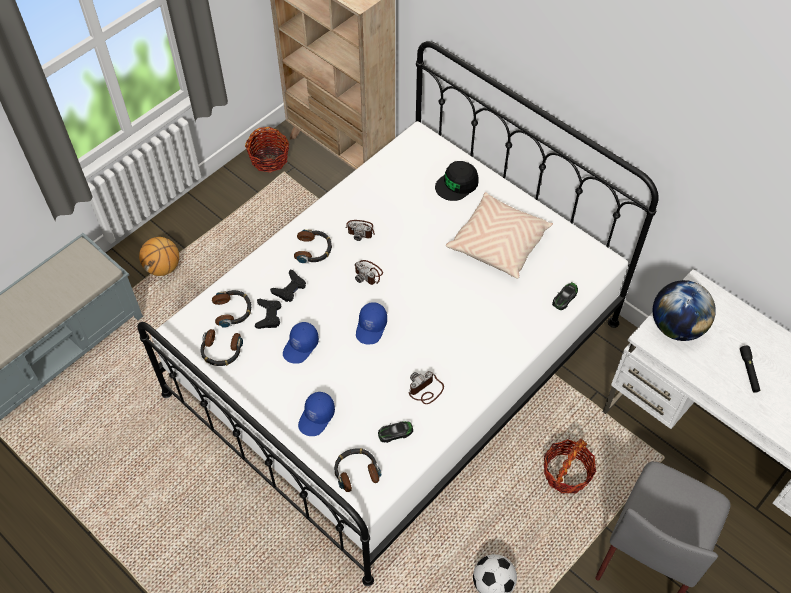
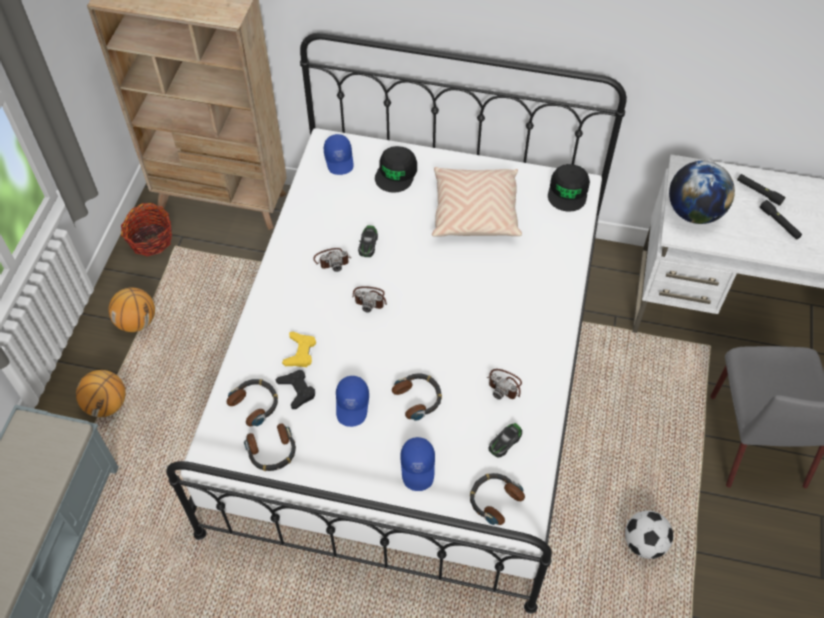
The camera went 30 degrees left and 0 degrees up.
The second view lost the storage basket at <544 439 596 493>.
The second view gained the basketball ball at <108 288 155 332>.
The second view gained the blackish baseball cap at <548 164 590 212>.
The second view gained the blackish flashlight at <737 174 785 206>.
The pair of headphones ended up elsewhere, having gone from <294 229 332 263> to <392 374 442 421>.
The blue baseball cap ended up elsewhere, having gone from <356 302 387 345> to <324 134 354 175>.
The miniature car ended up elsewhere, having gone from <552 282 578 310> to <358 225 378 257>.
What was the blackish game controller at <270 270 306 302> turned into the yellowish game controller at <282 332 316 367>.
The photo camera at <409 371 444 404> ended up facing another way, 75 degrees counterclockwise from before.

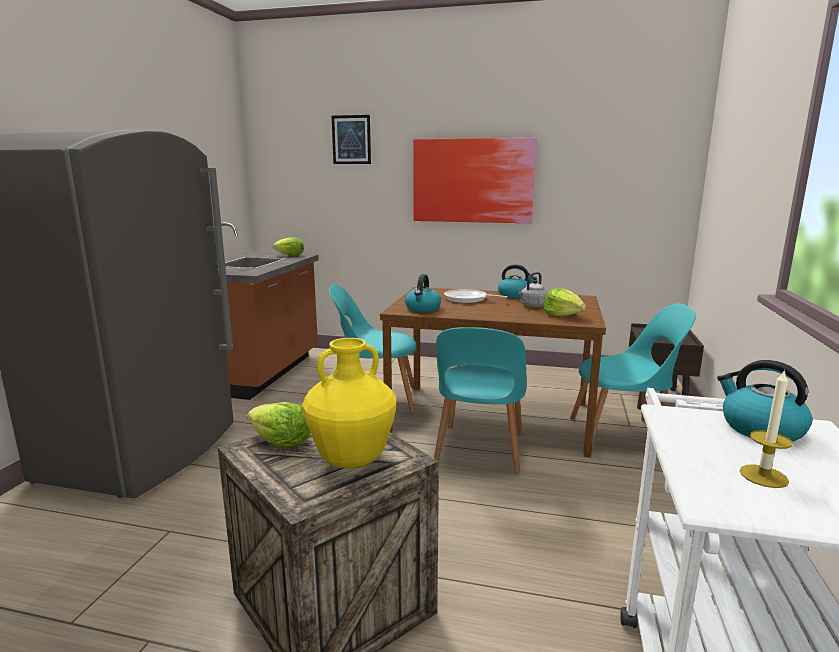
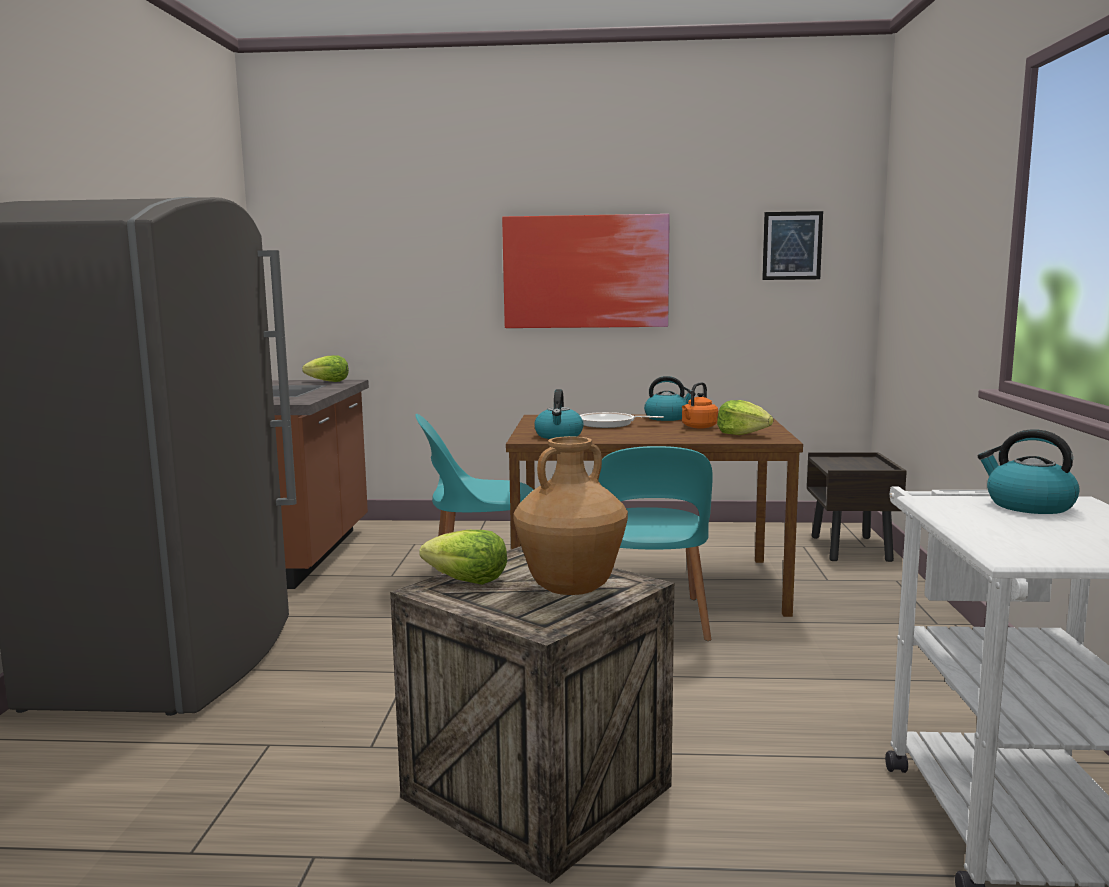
The camera went 10 degrees left and 5 degrees down.
The second view lost the blue-green upright chair at <570 303 696 438>.
The second view lost the wax light at <740 369 793 488>.
The wall picture ended up elsewhere, having gone from <332 115 371 164> to <762 211 823 280>.
What was the yellowish flower vase at <302 338 396 469> turned into the brown-coloured flower vase at <513 436 628 595>.
What was the gray tea kettle at <518 272 548 308> turned into the orange-coloured tea kettle at <682 382 718 429>.

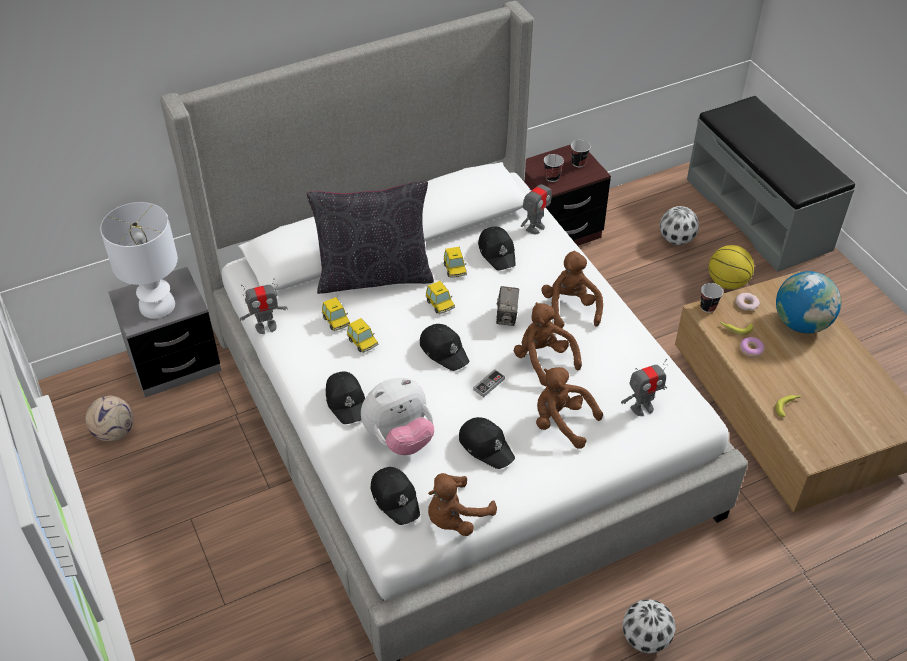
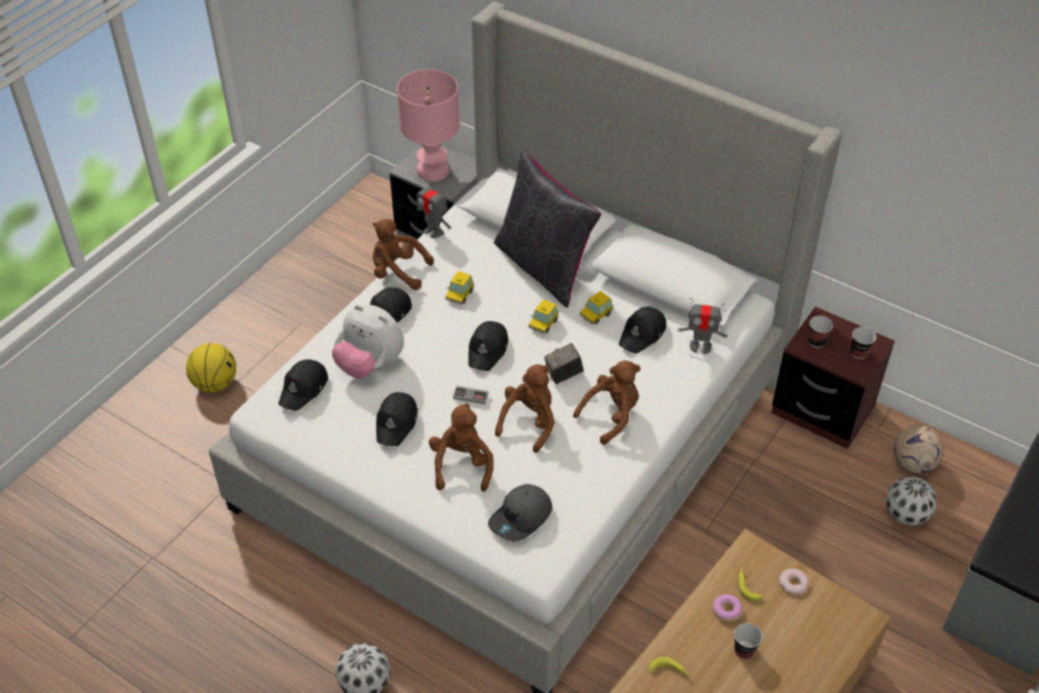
The camera went 60 degrees right and 0 degrees up.
The second view lost the miniature car at <322 297 350 331>.
The second view lost the world globe at <776 271 841 334>.
The football ended up elsewhere, having gone from <85 395 134 442> to <894 425 943 473>.
The brown-coloured soft toy ended up elsewhere, having gone from <428 473 497 536> to <373 219 434 290>.
The drinking cup ended up elsewhere, having gone from <700 283 723 313> to <734 623 763 659>.
The basketball ball ended up elsewhere, having gone from <709 245 754 289> to <186 343 236 392>.
Where the robot figure stood at <621 359 668 416>, the gray baseball cap came to stand at <488 484 553 541>.
What was the whitish lamp for a table at <100 202 178 319> turned into the pink lamp for a table at <397 69 460 182>.

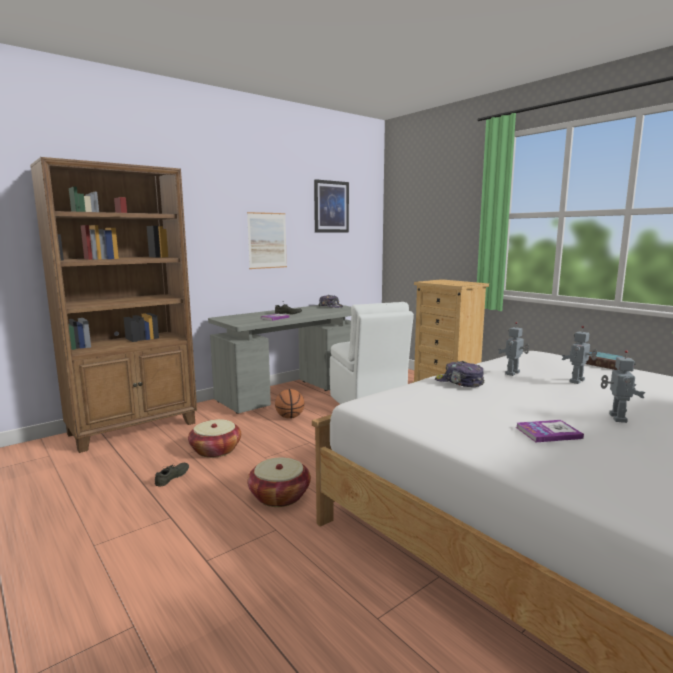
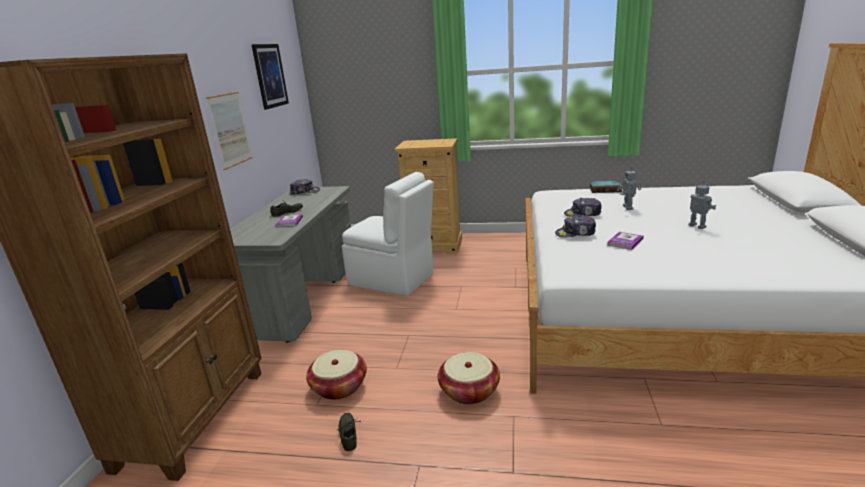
The camera went 40 degrees left and 10 degrees up.
The second view lost the basketball ball at <275 389 304 419>.
The volume ended up elsewhere, having gone from <516 420 584 442> to <608 232 644 250>.
Where the robot figure stood at <498 322 529 376>, the baseball cap came to stand at <564 198 601 217>.

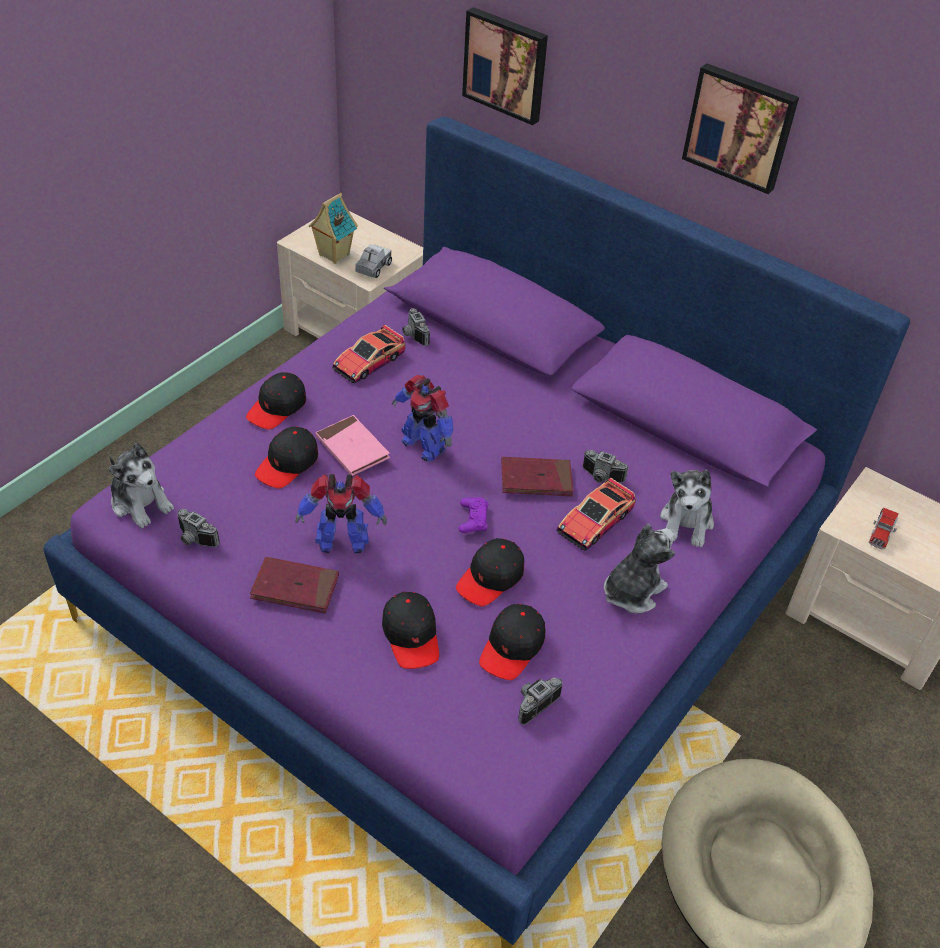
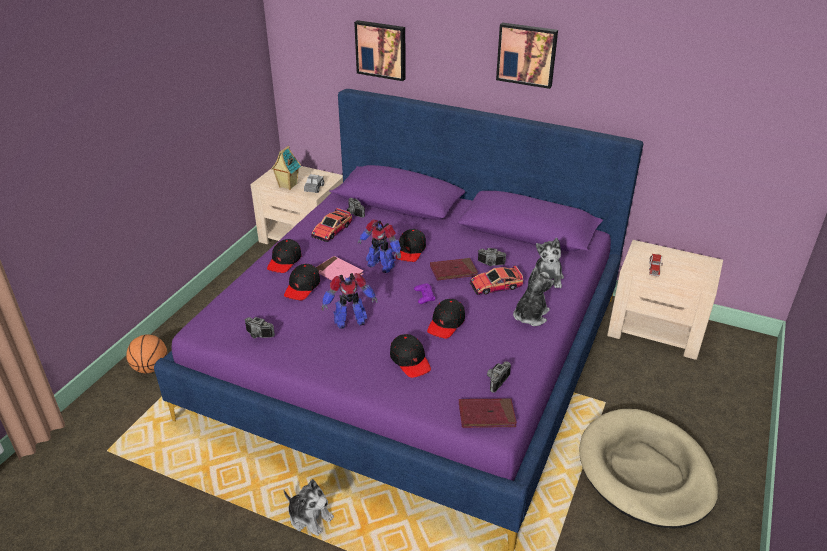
The camera went 10 degrees left and 10 degrees down.
The second view gained the basketball ball at <126 334 167 373>.
The soft toy ended up elsewhere, having gone from <109 443 174 528> to <283 479 334 536>.
The red volume ended up elsewhere, having gone from <250 557 339 613> to <459 398 517 428>.
The blackish baseball cap ended up elsewhere, having gone from <479 604 546 680> to <396 229 426 262>.
The miniature car at <556 477 636 551> ended up facing another way, 45 degrees clockwise from before.

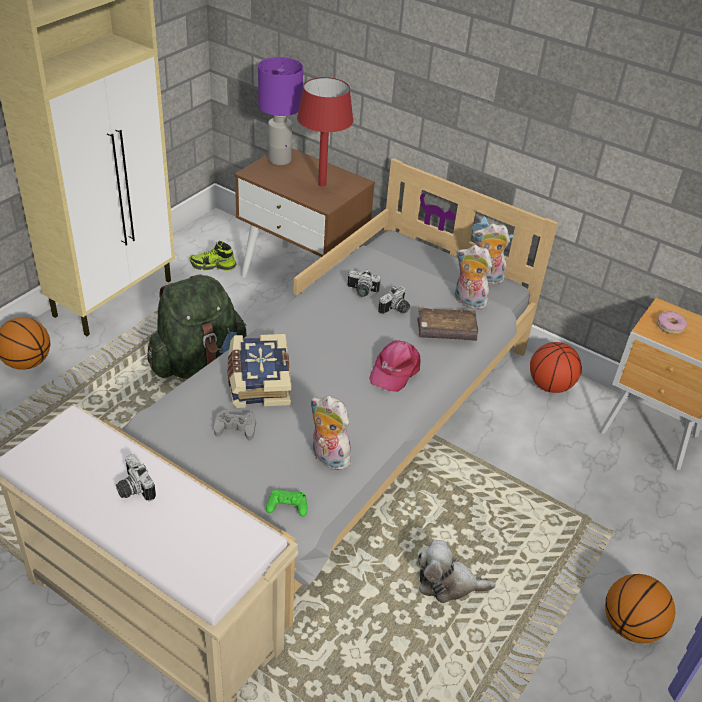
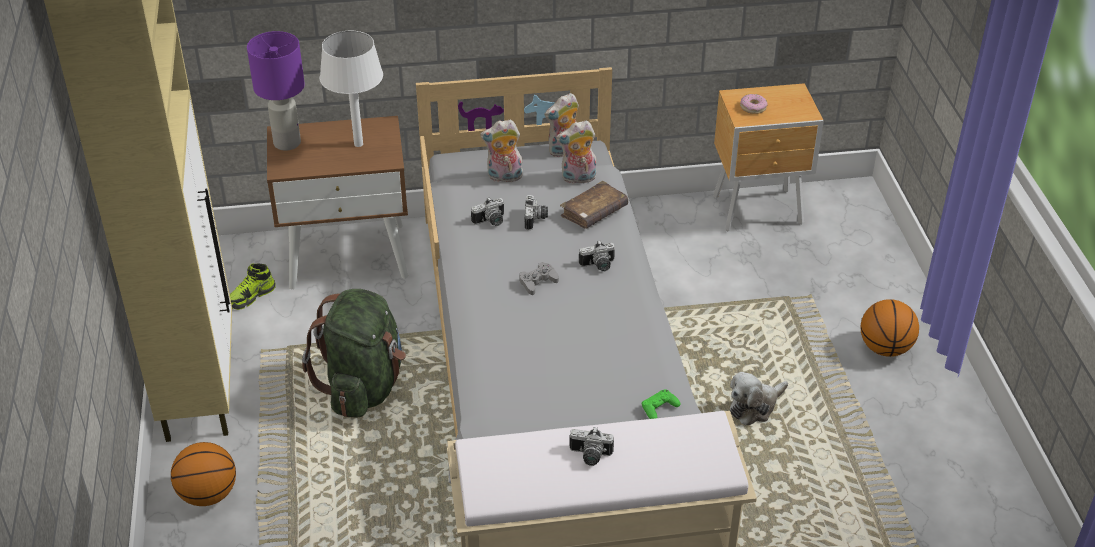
The camera went 40 degrees left and 0 degrees up.
The second view lost the volume at <227 334 291 408>.
The second view lost the basketball ball at <530 342 582 393>.
The gray game controller ended up elsewhere, having gone from <214 409 256 440> to <519 262 559 295>.
The soft toy ended up elsewhere, having gone from <311 396 352 470> to <480 120 523 182>.
Where the pink baseball cap stood at <369 340 421 392>, the photo camera came to stand at <579 241 615 272>.
What was the red lamp for a table at <297 77 354 187> turned into the whitish lamp for a table at <320 31 383 147>.

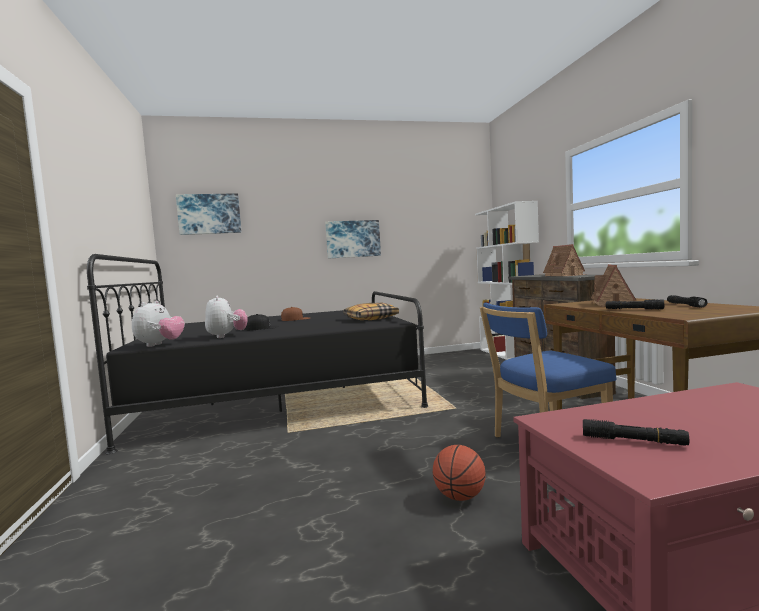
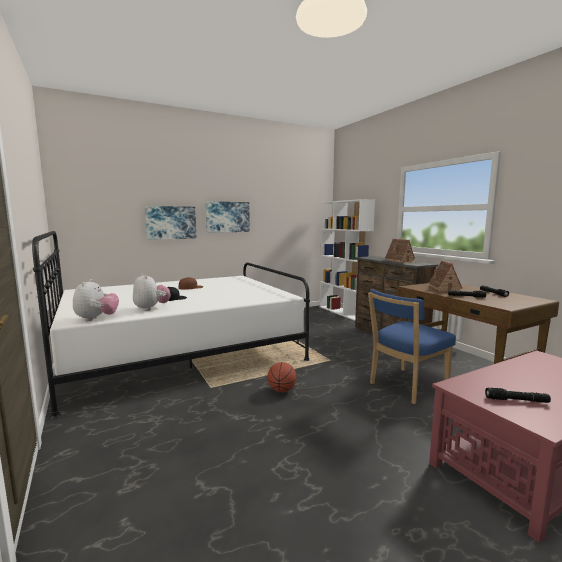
The camera went 15 degrees left and 5 degrees up.
The second view lost the pillow at <344 303 399 320>.
The wall picture ended up elsewhere, having gone from <176 193 242 235> to <145 206 196 240>.
The basketball ball ended up elsewhere, having gone from <433 445 486 501> to <267 362 297 392>.
What was the blackish bedroom bed at <87 254 428 454> turned into the whitish bedroom bed at <32 231 310 419>.

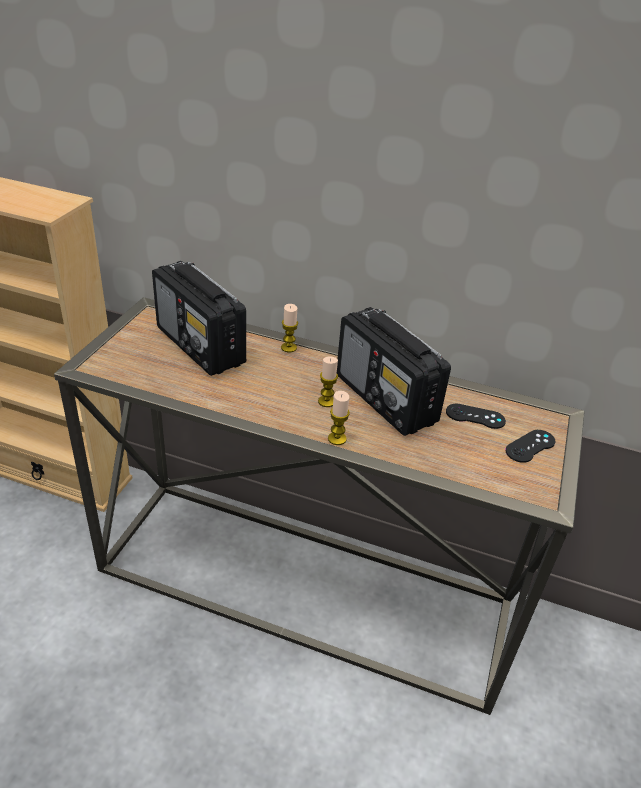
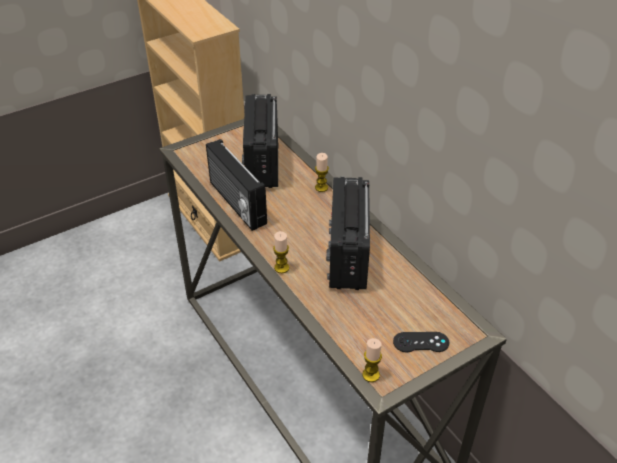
The camera went 40 degrees right and 5 degrees up.
The second view lost the blackish game controller at <446 403 506 429>.
The second view gained the radio at <206 139 267 231>.
The wax light ended up elsewhere, having gone from <318 357 338 407> to <362 338 382 382>.

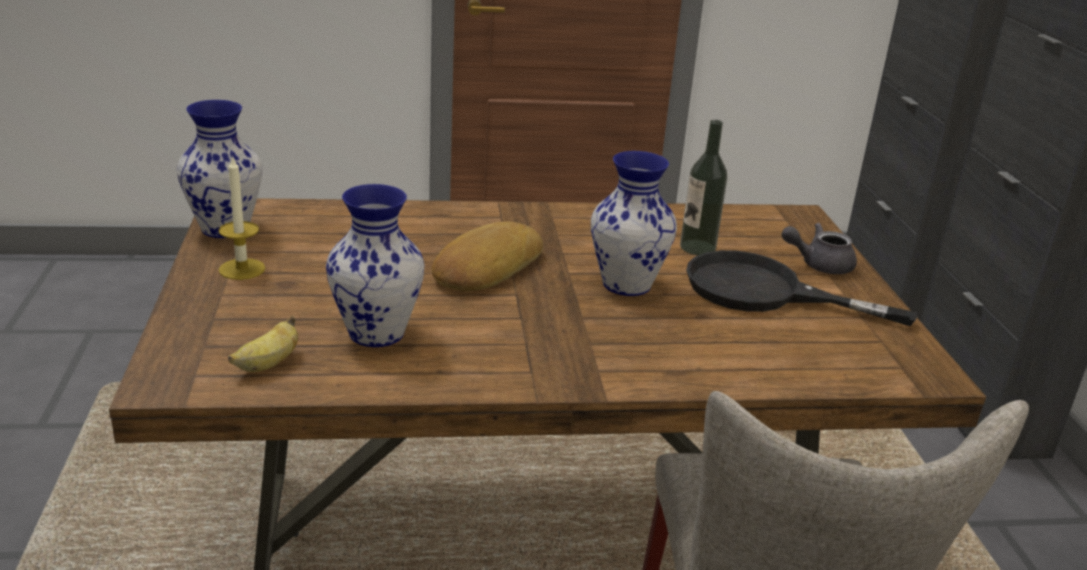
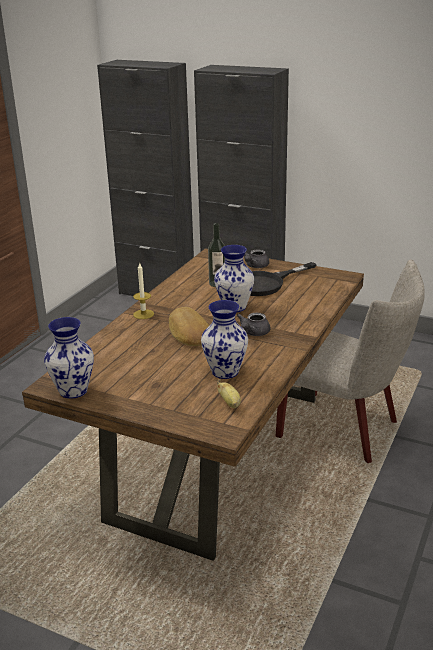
The camera went 55 degrees left and 0 degrees up.
The second view gained the gray teapot at <237 313 270 336>.
The wax light ended up elsewhere, having gone from <218 155 265 280> to <133 263 154 319>.

